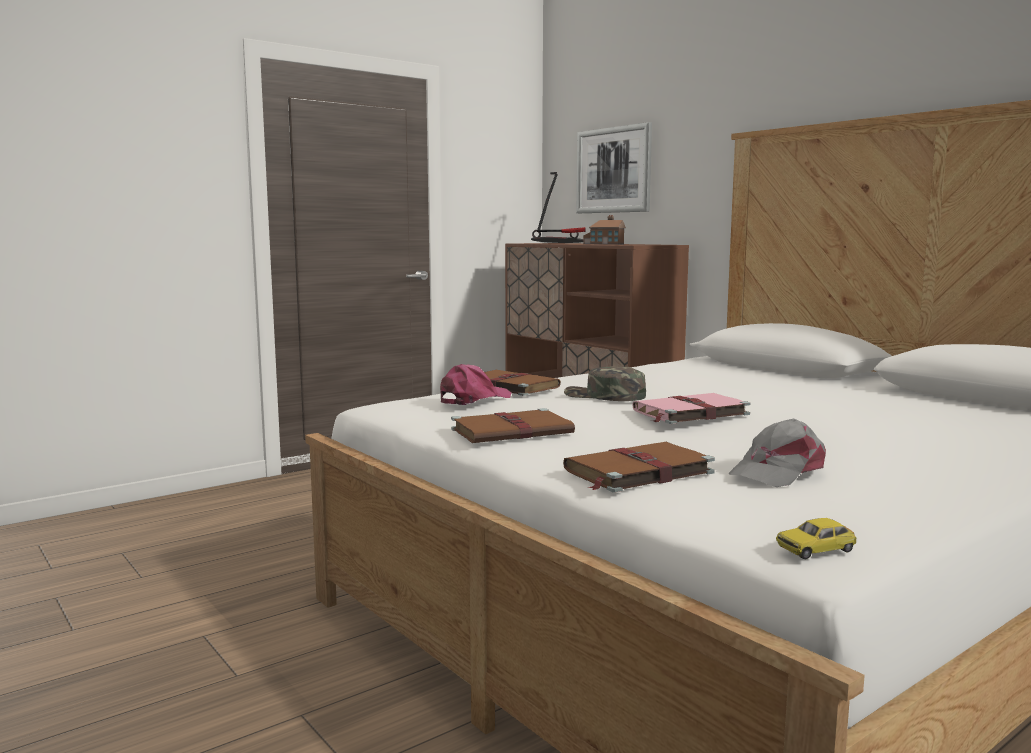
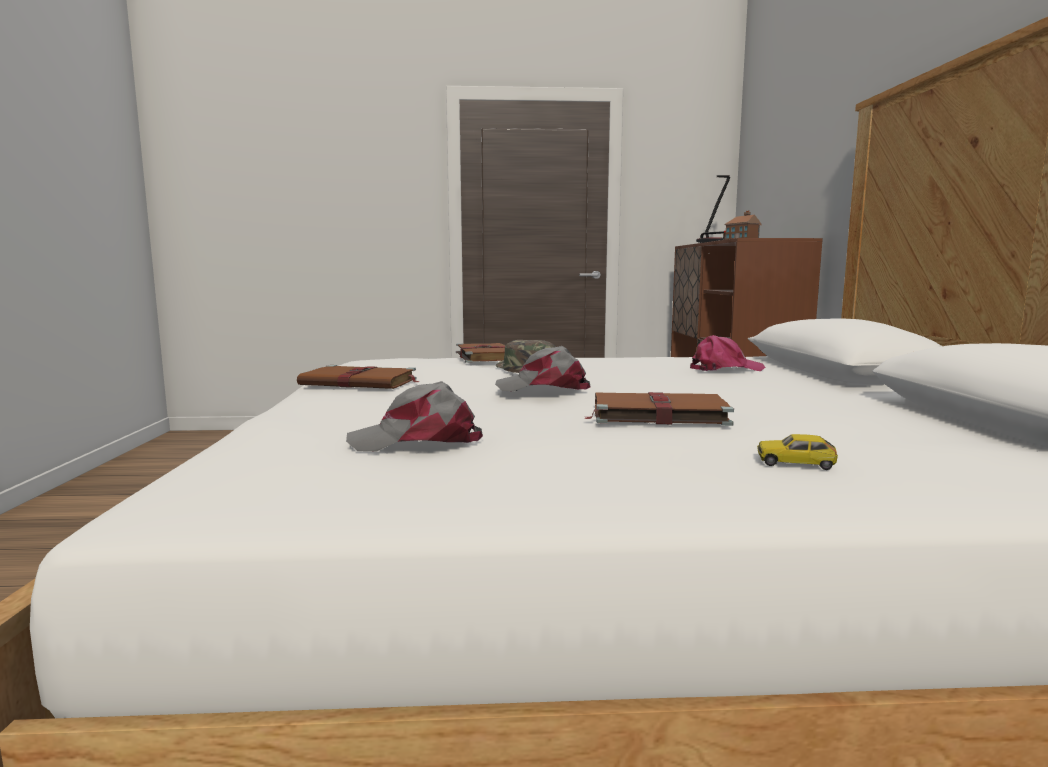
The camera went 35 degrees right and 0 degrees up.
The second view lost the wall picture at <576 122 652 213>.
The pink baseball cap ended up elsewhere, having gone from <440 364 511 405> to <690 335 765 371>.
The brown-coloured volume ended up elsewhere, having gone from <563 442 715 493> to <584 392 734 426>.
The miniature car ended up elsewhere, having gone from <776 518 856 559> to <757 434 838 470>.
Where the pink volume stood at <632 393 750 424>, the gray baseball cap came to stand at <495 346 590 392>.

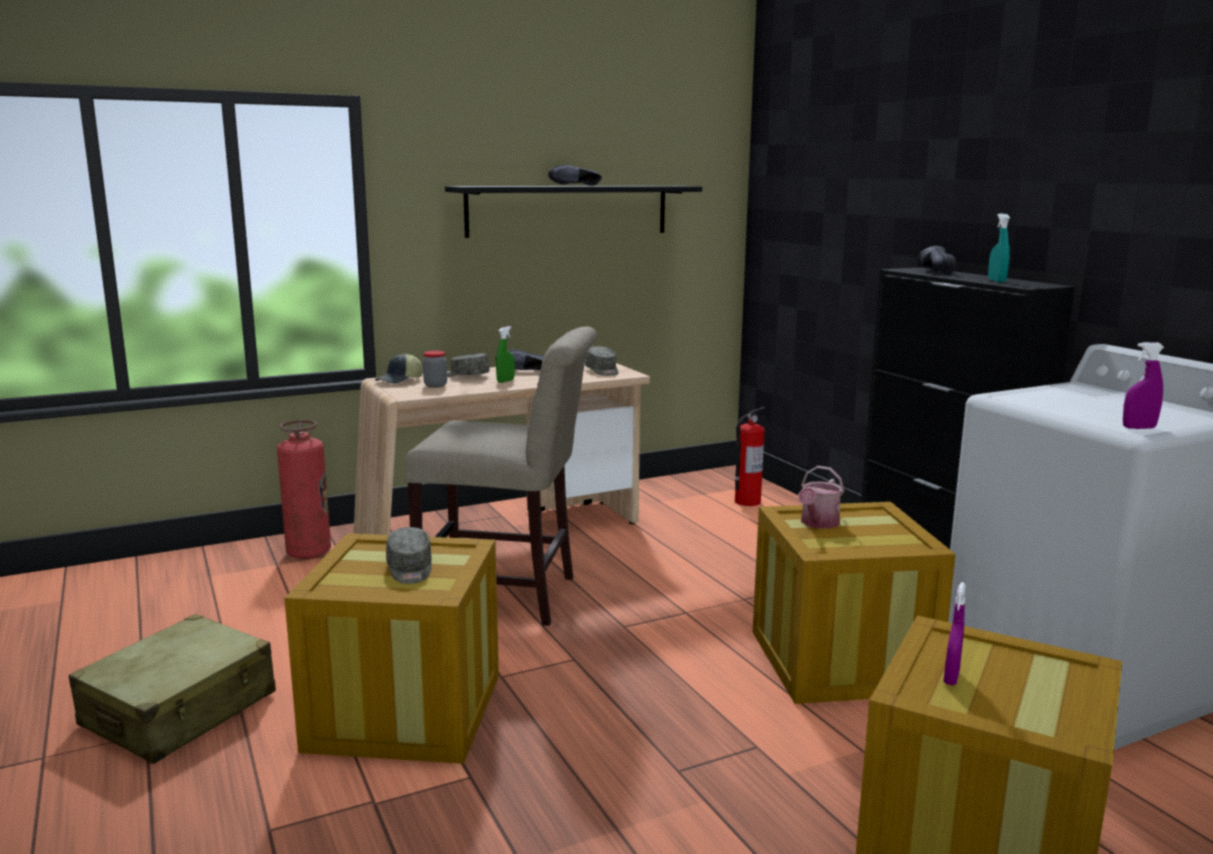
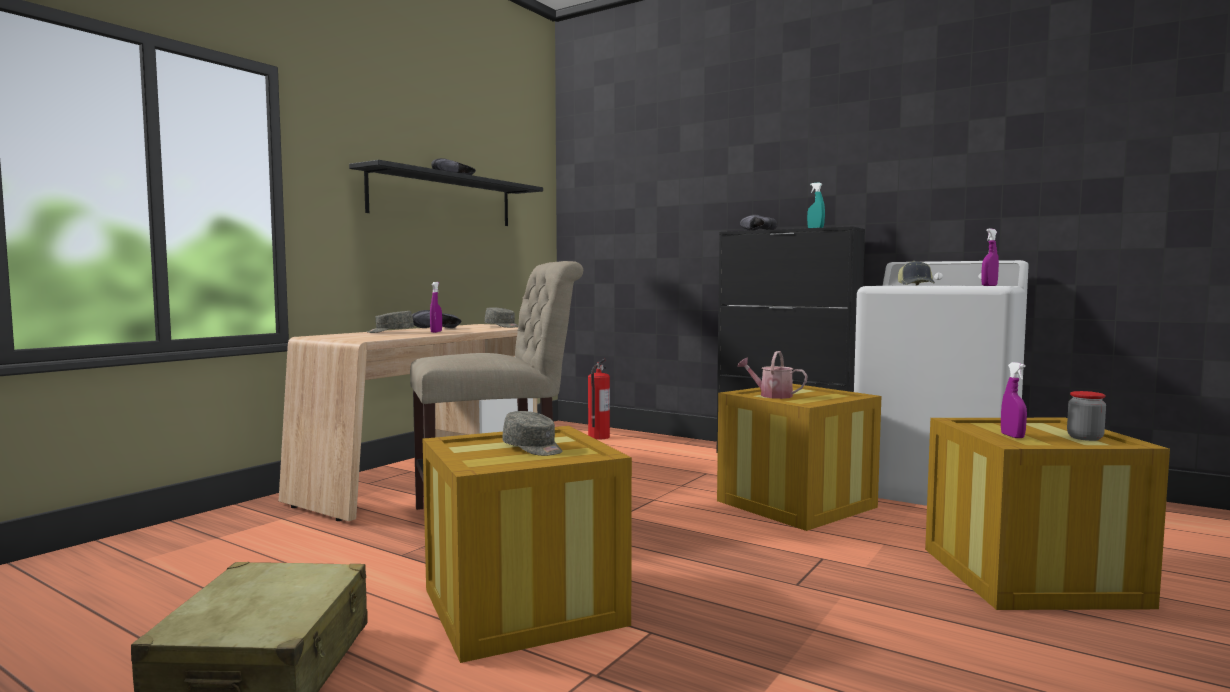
The camera went 30 degrees left and 10 degrees down.
The second view lost the fire-fighting cylinder at <277 420 331 559>.
The baseball cap ended up elsewhere, having gone from <375 353 423 384> to <898 261 935 286>.
The storage jar ended up elsewhere, having gone from <423 351 447 388> to <1067 391 1106 441>.
What was the greenish sprayer at <496 326 515 383> turned into the purple sprayer at <430 282 442 333>.
The watering can at <798 466 845 529> ended up facing another way, 120 degrees clockwise from before.

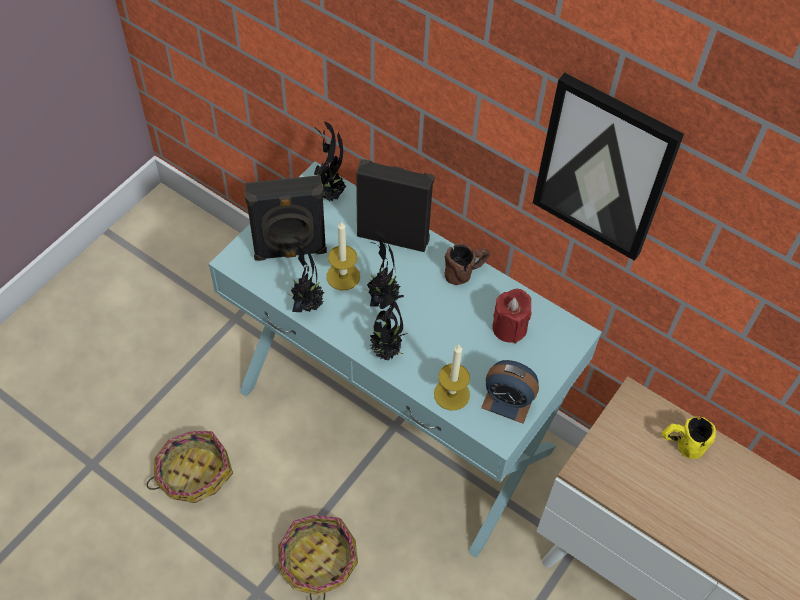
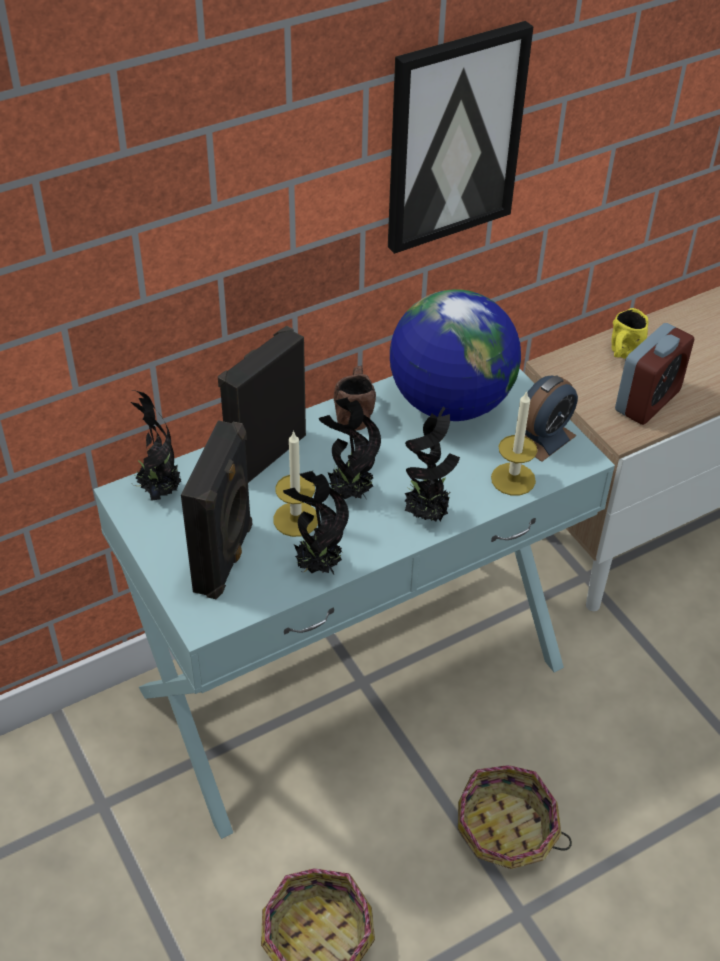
The camera went 65 degrees left and 10 degrees down.
The second view gained the table clock at <615 323 694 425>.
Where the red wax light stood at <492 289 531 344>, the world globe came to stand at <390 289 521 421>.

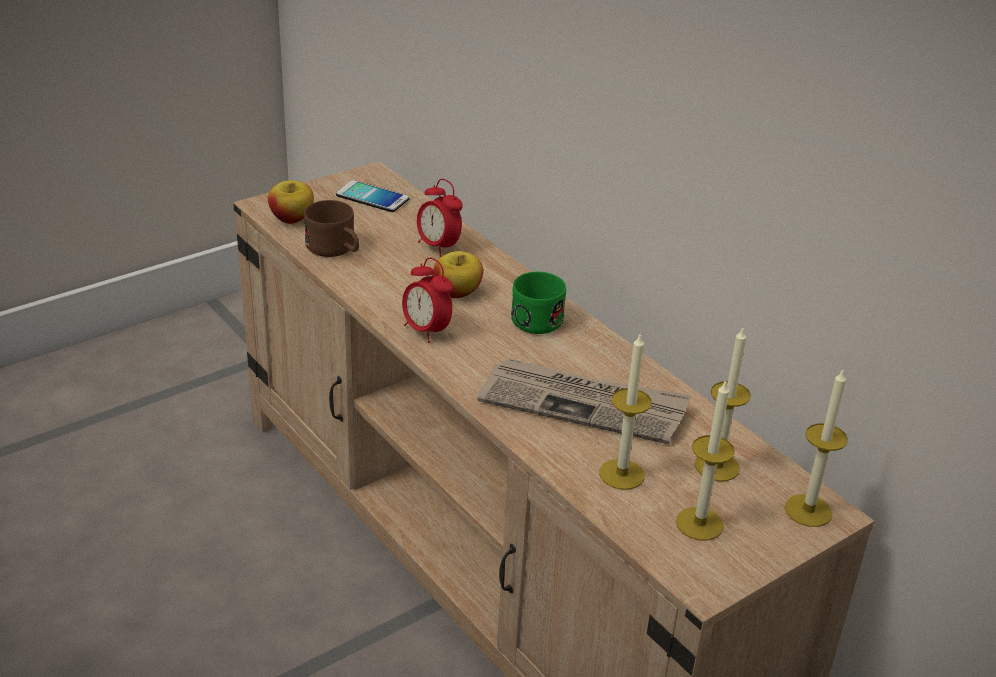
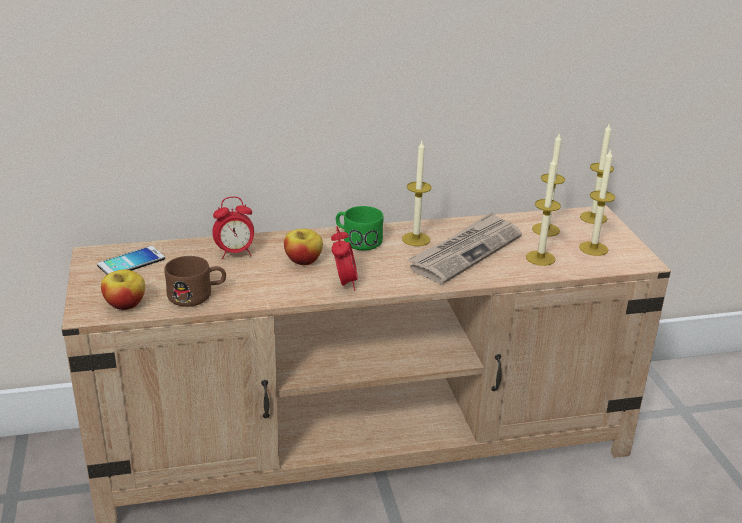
The camera went 65 degrees left and 5 degrees down.
The second view gained the wax light at <402 141 431 246>.
The table clock at <402 257 453 343> ended up facing another way, 75 degrees counterclockwise from before.

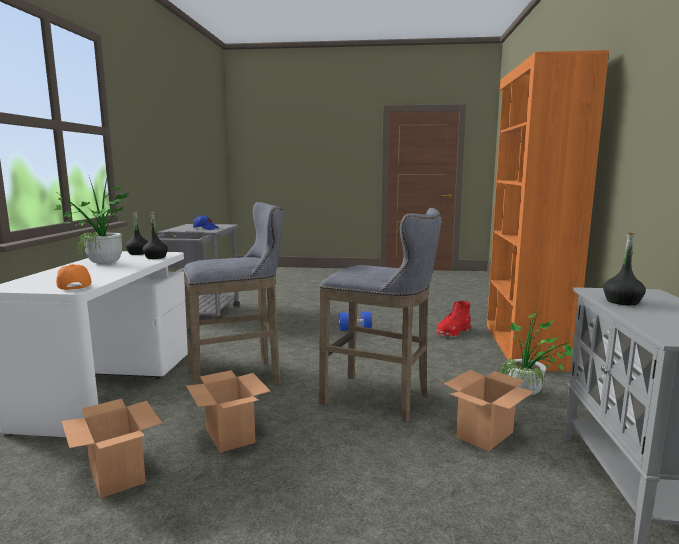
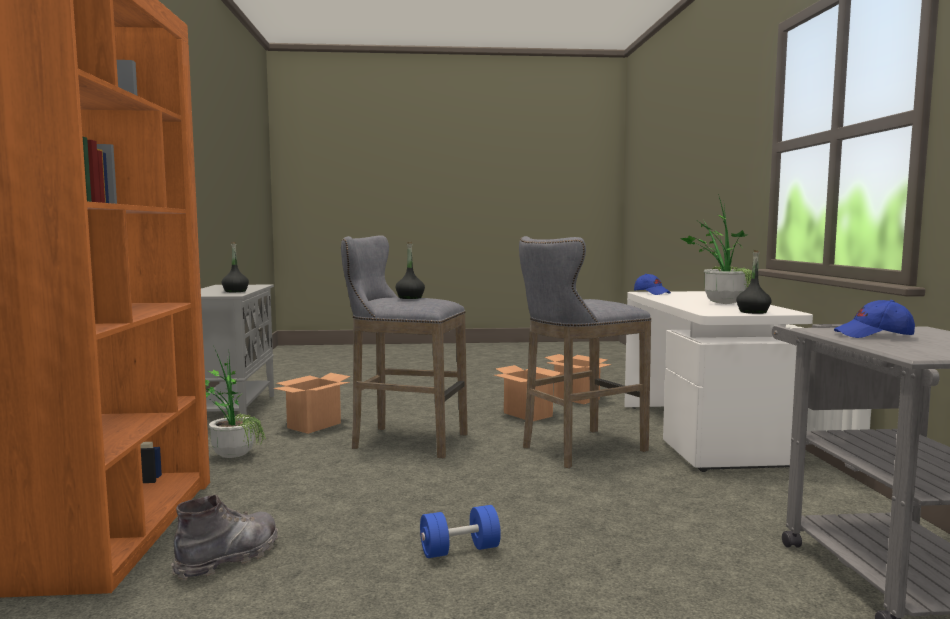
The camera went 170 degrees right and 5 degrees down.
The blackish beverage bottle ended up elsewhere, having gone from <143 212 168 259> to <396 242 425 299>.
What was the orange-coloured baseball cap at <56 264 92 290> turned into the blue baseball cap at <634 274 671 295>.
What was the red high-top boot at <437 301 471 337> turned into the gray high-top boot at <171 495 278 580>.

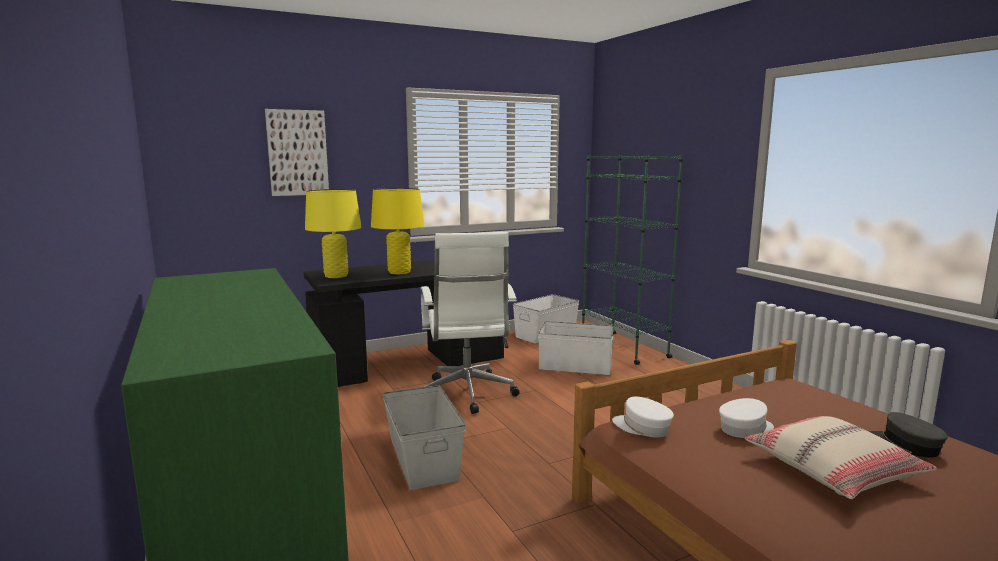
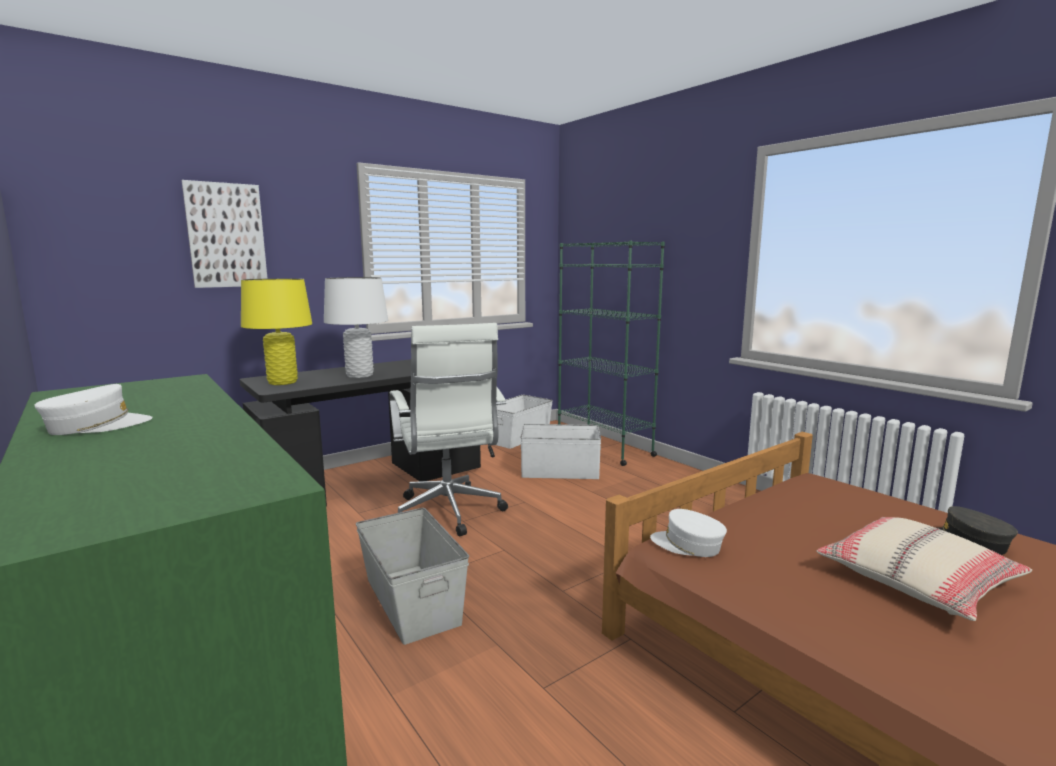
The camera went 10 degrees left and 0 degrees up.
The whitish baseball cap ended up elsewhere, having gone from <719 398 774 438> to <34 384 153 435>.
What was the yellowish lamp for a table at <371 188 425 274> turned into the whitish lamp for a table at <324 277 388 378>.

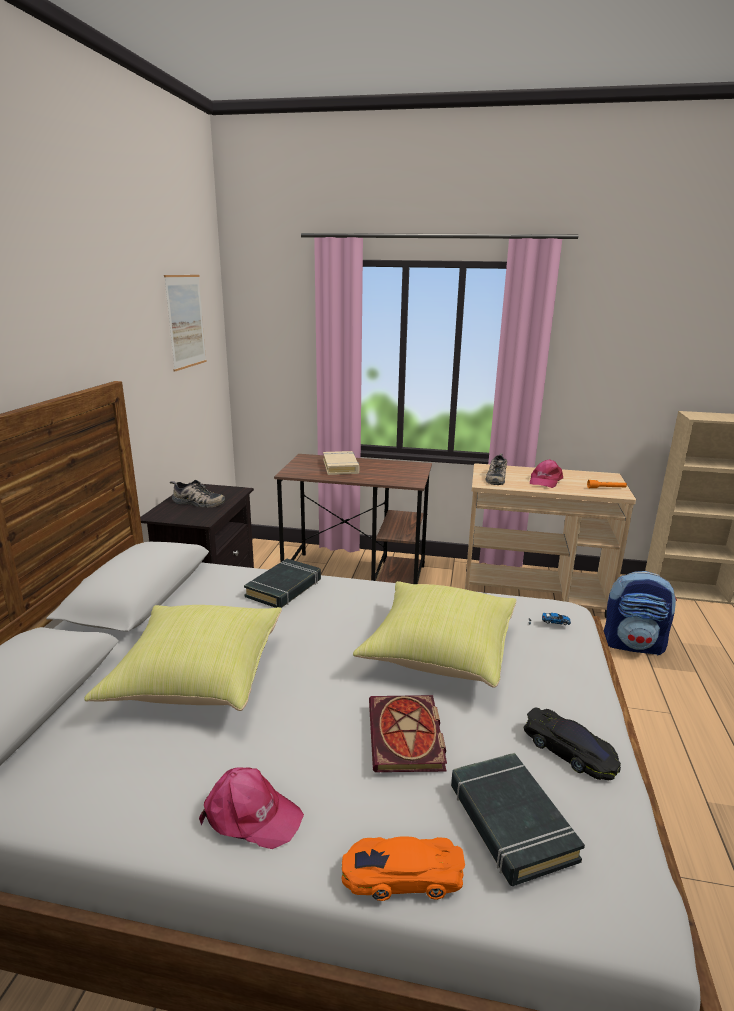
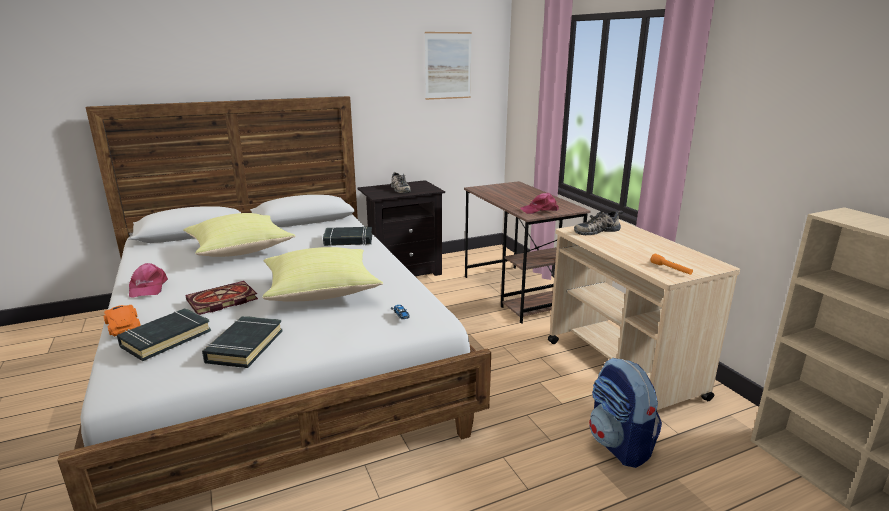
The camera went 55 degrees right and 0 degrees up.
The second view lost the beige-coloured volume at <323 451 359 475>.
The pink baseball cap ended up elsewhere, having gone from <530 459 563 488> to <520 193 559 214>.
Where the blackish miniature car stood at <523 707 621 780>, the blackish volume came to stand at <202 316 283 368>.

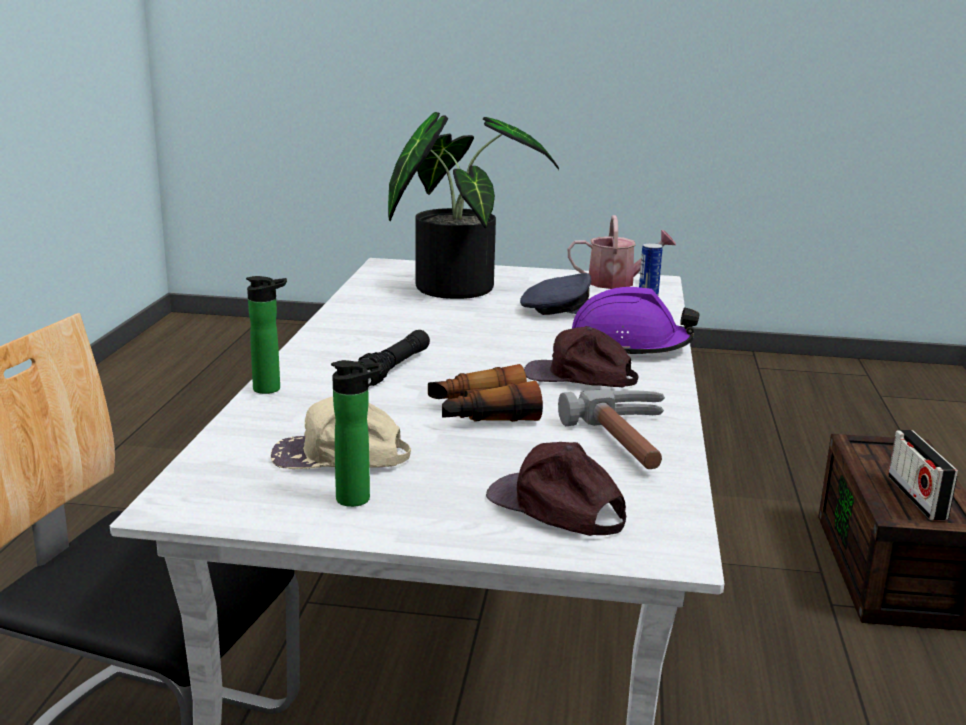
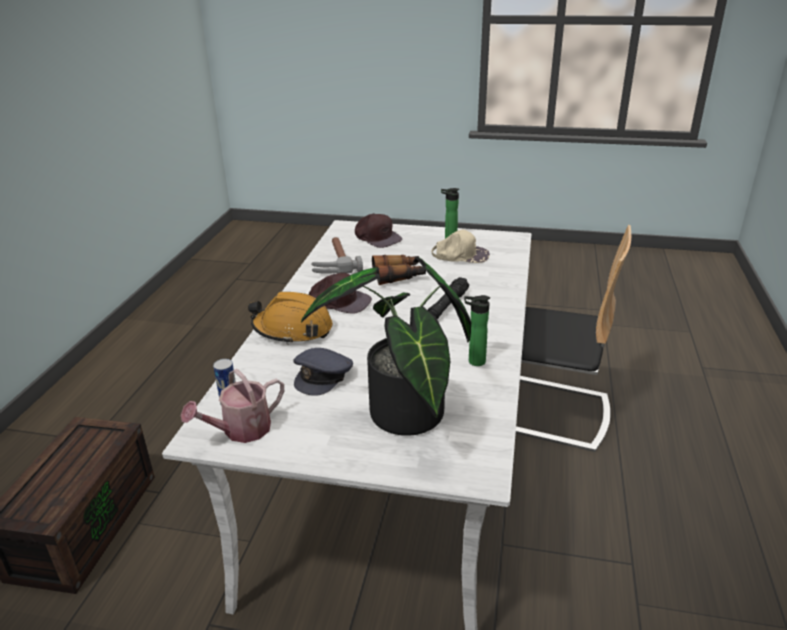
The camera went 175 degrees left and 10 degrees up.
The second view lost the radio at <888 430 958 520>.
The beverage bottle ended up elsewhere, having gone from <246 276 287 394> to <464 295 490 366>.
What was the purple hard hat at <572 287 699 354> turned into the orange-coloured hard hat at <248 292 333 345>.
The gray baseball cap at <520 273 591 315> ended up facing another way, 60 degrees counterclockwise from before.
The watering can at <568 215 676 289> ended up facing another way, 45 degrees counterclockwise from before.

